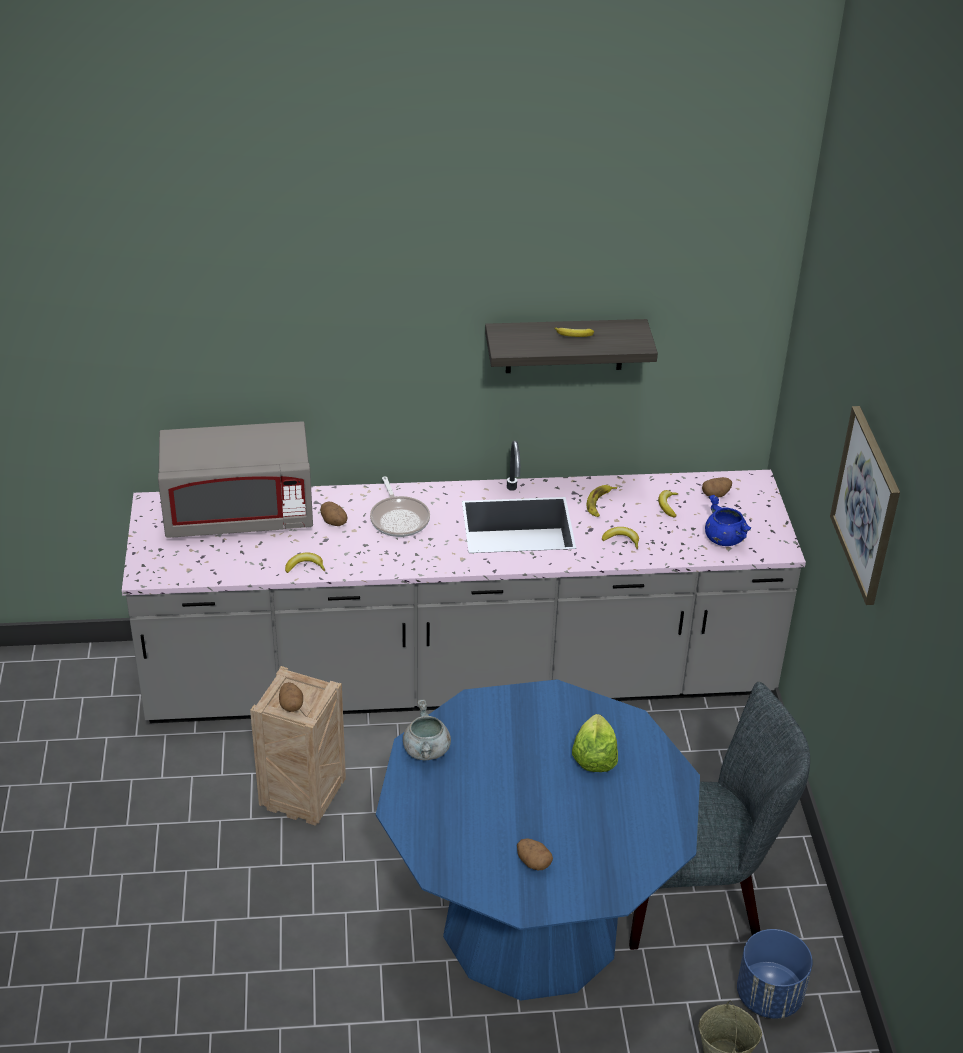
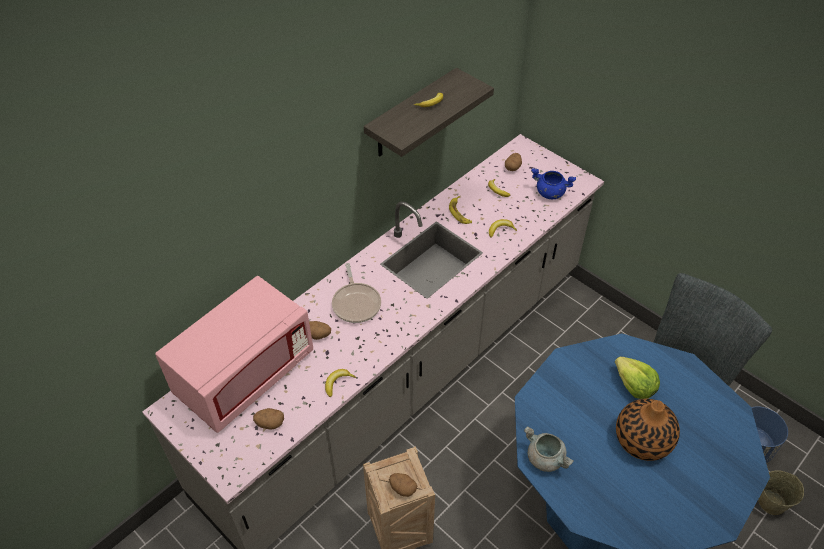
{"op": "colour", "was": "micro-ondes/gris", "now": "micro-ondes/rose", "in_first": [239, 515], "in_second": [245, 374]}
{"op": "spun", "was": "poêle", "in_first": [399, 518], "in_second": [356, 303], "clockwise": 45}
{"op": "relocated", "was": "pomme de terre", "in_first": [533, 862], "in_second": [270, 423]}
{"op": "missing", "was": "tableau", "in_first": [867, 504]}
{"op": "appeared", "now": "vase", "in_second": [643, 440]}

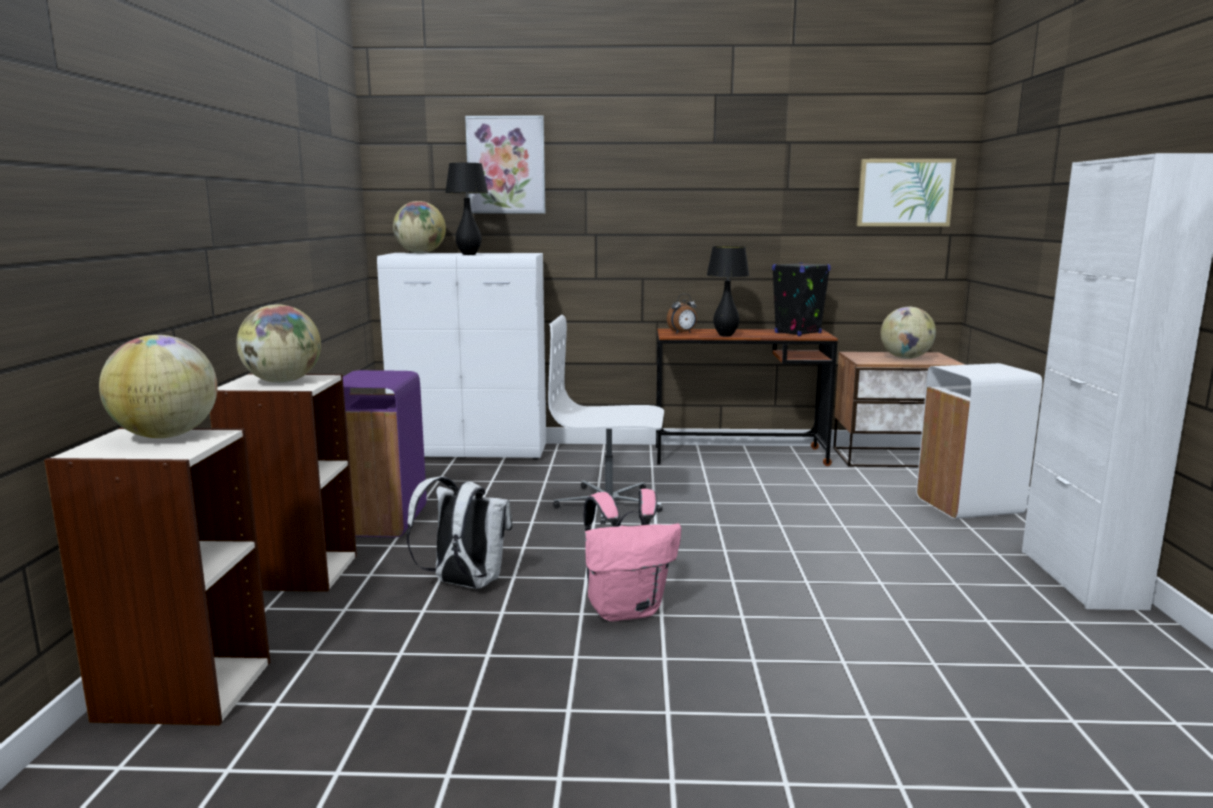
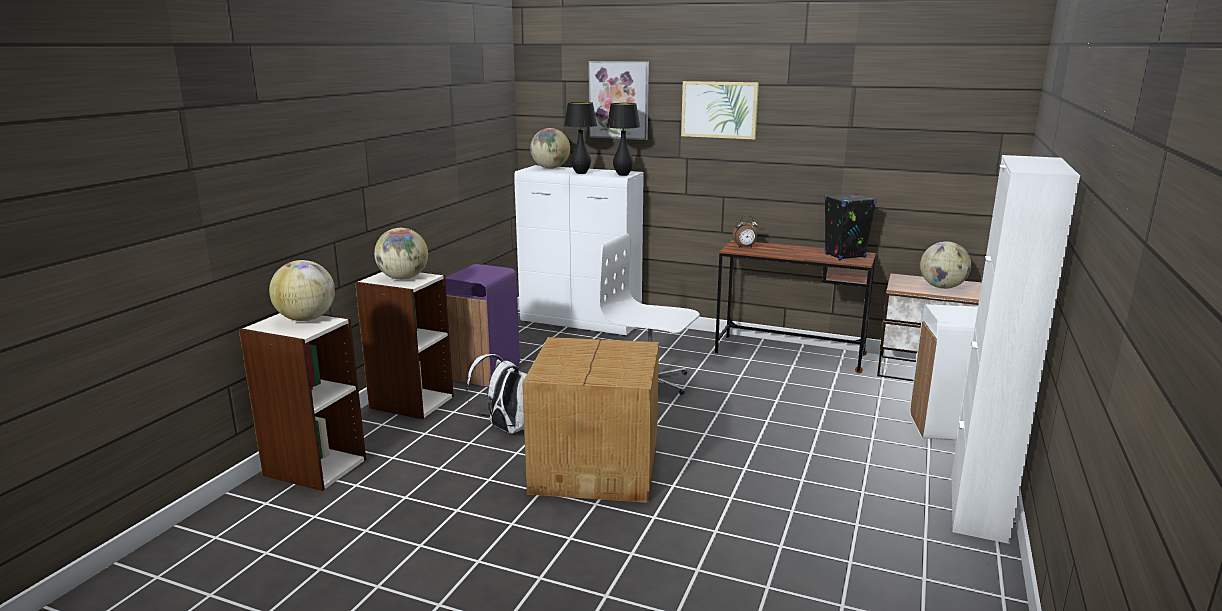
{"op": "exchanged", "was": "sac à dos/rose", "now": "carton", "in_first": [626, 610], "in_second": [597, 466]}
{"op": "relocated", "was": "lampe de table/noir", "in_first": [725, 335], "in_second": [623, 175]}
{"op": "relocated", "was": "tableau", "in_first": [904, 193], "in_second": [719, 109]}

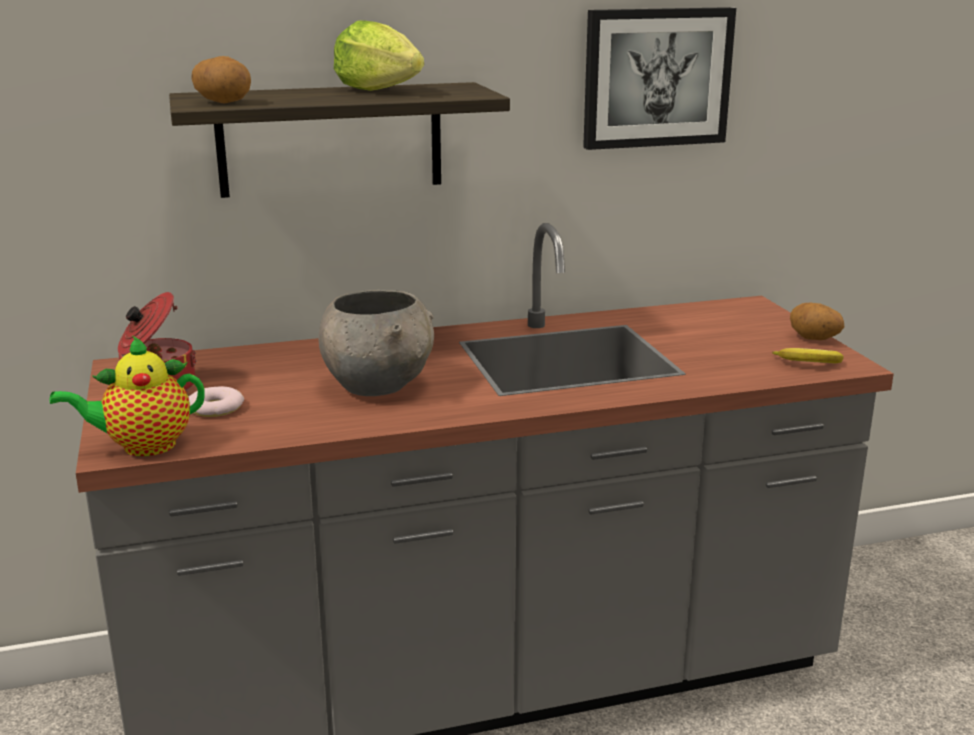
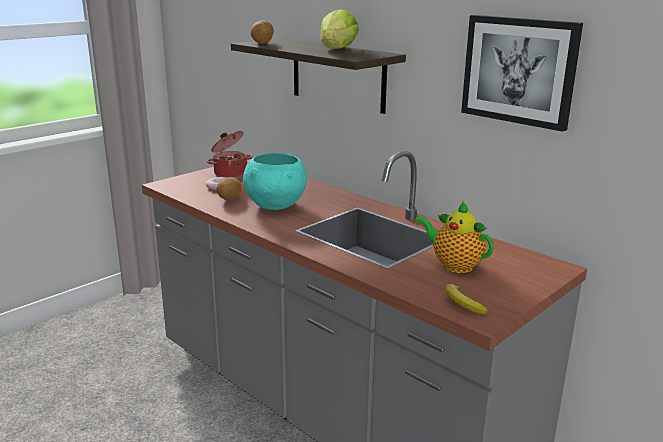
{"op": "relocated", "was": "théière", "in_first": [143, 446], "in_second": [453, 265]}
{"op": "colour", "was": "bol/gris", "now": "bol/turquoise", "in_first": [378, 386], "in_second": [276, 205]}
{"op": "relocated", "was": "pomme de terre", "in_first": [813, 339], "in_second": [229, 199]}

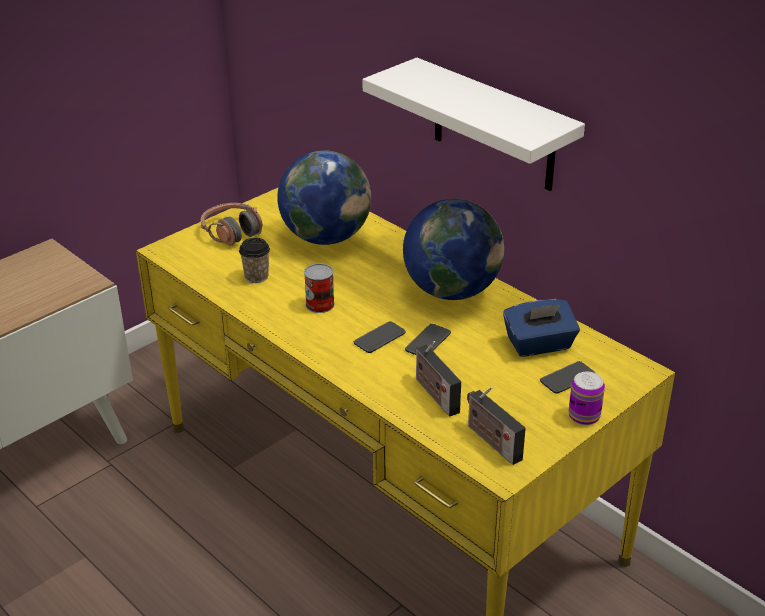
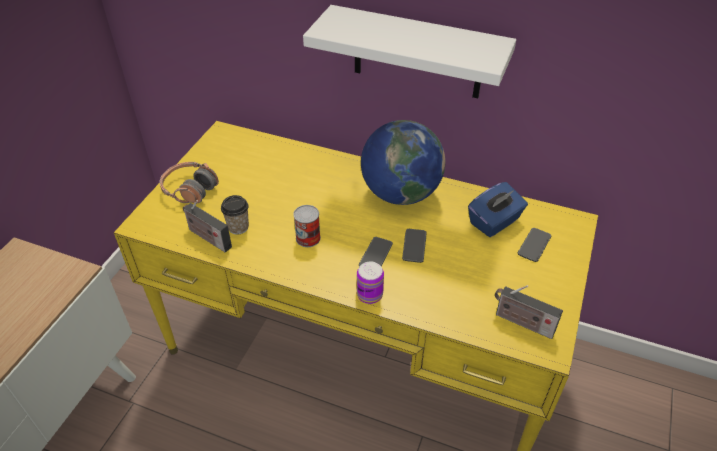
{"op": "missing", "was": "globe", "in_first": [326, 237]}
{"op": "relocated", "was": "radio", "in_first": [434, 394], "in_second": [207, 237]}
{"op": "relocated", "was": "boîte métallique", "in_first": [584, 416], "in_second": [369, 294]}

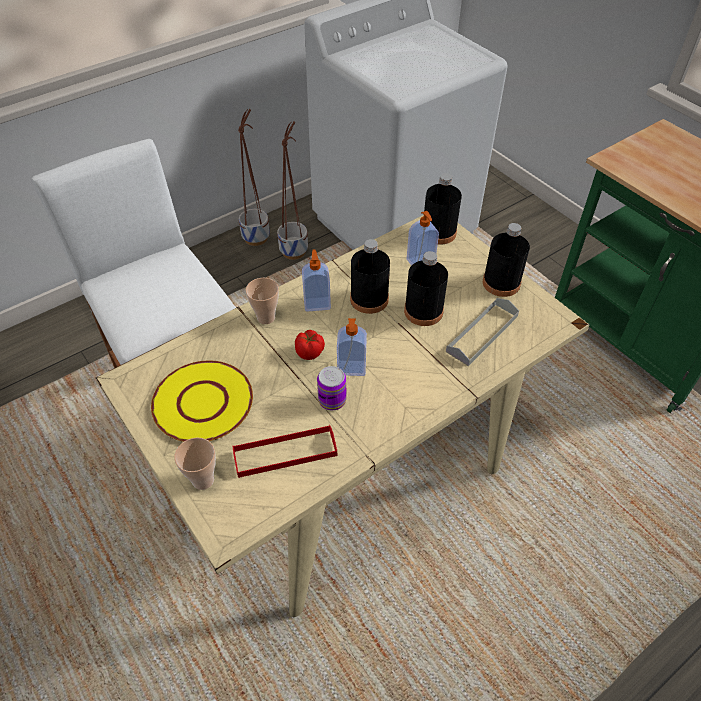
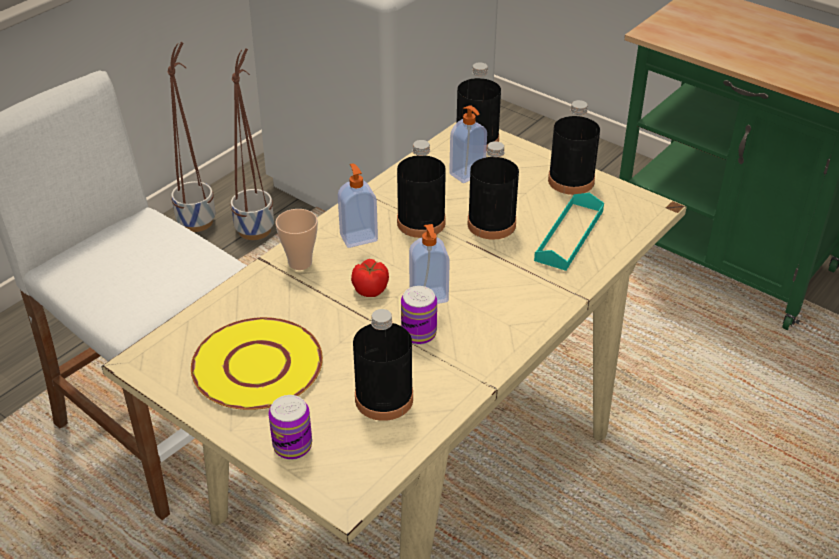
{"op": "exchanged", "was": "tasse", "now": "boîte métallique", "in_first": [203, 480], "in_second": [292, 446]}
{"op": "exchanged", "was": "plateau/rouge", "now": "bouteille/noir", "in_first": [285, 453], "in_second": [384, 398]}
{"op": "colour", "was": "plateau/gris", "now": "plateau/turquoise", "in_first": [482, 334], "in_second": [569, 235]}

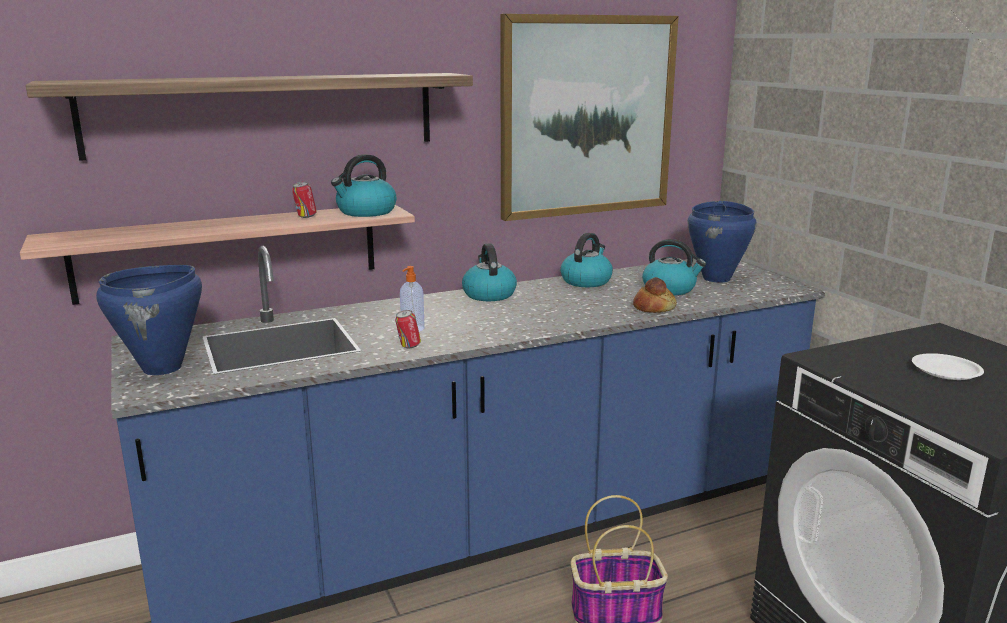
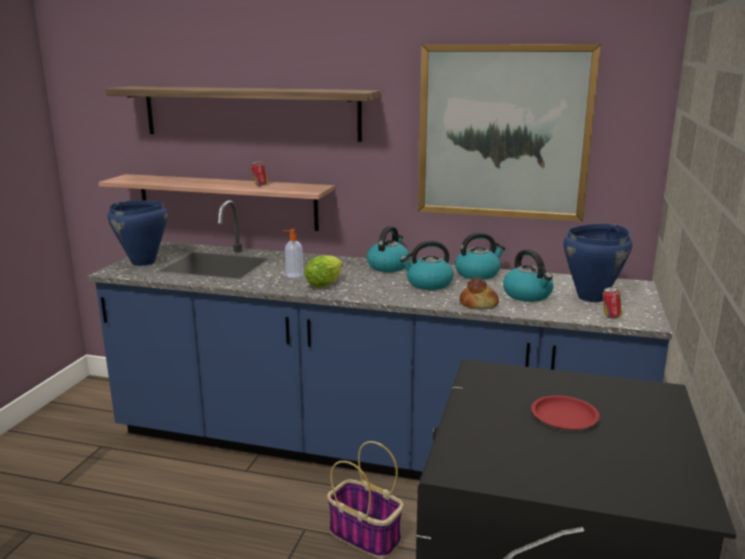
{"op": "relocated", "was": "bouilloire", "in_first": [366, 212], "in_second": [428, 284]}
{"op": "relocated", "was": "boîte métallique", "in_first": [408, 346], "in_second": [610, 317]}
{"op": "colour", "was": "assiette/blanc", "now": "assiette/rouge", "in_first": [945, 371], "in_second": [564, 417]}
{"op": "appeared", "now": "laitue", "in_second": [326, 283]}

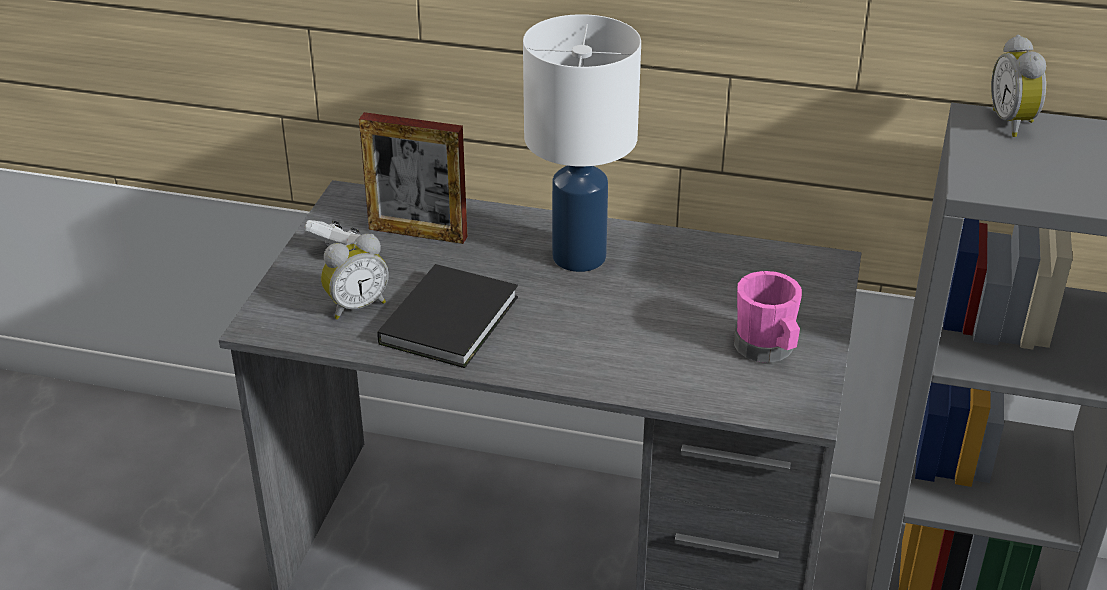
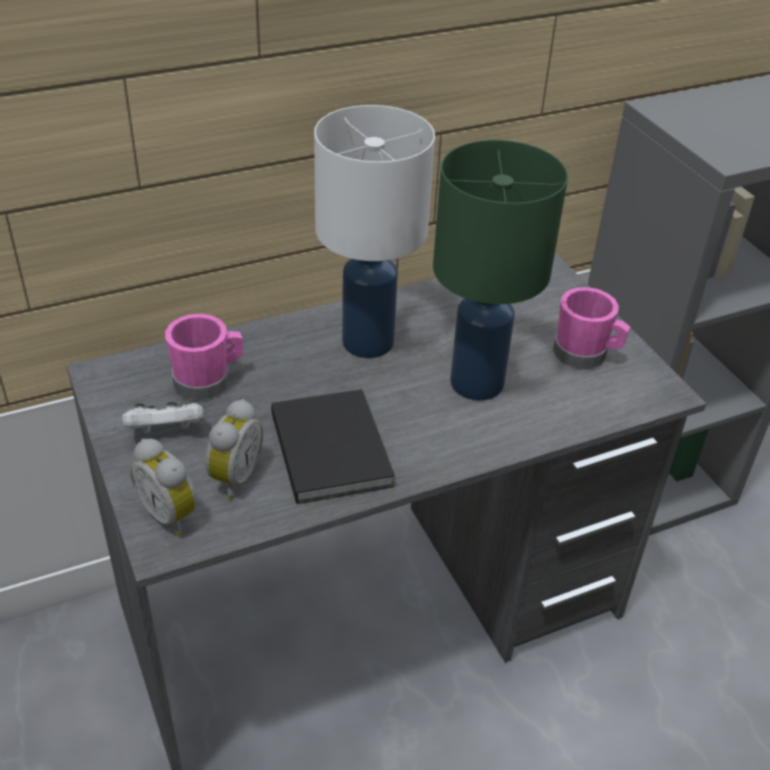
{"op": "exchanged", "was": "cadre photo", "now": "mug/rose", "in_first": [418, 233], "in_second": [208, 381]}
{"op": "relocated", "was": "réveil", "in_first": [1014, 123], "in_second": [172, 514]}
{"op": "appeared", "now": "lampe de table/vert", "in_second": [475, 383]}

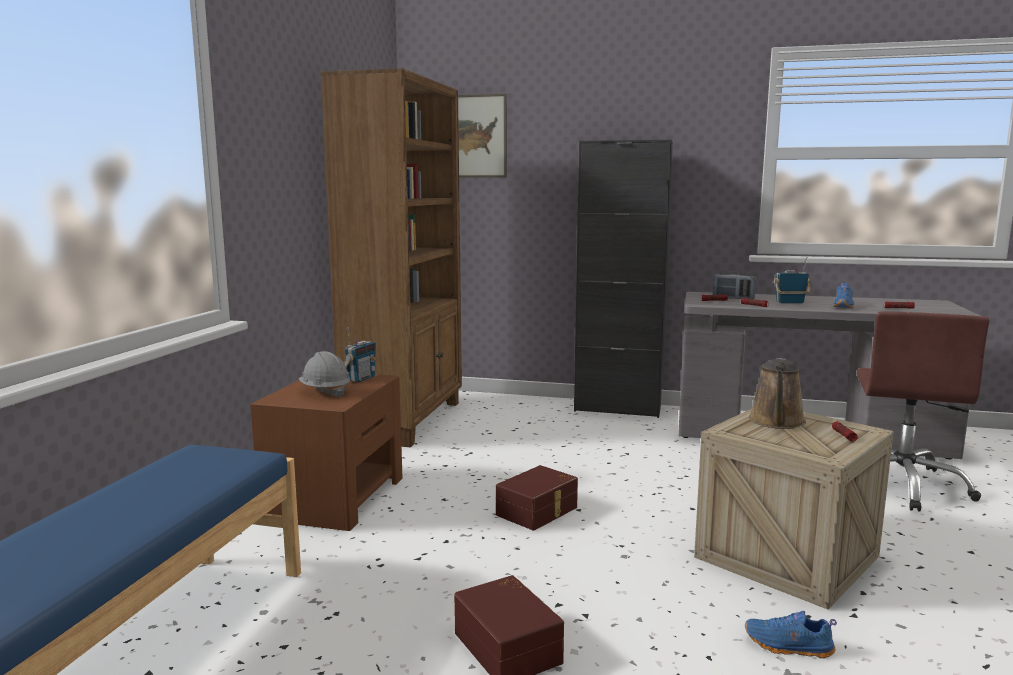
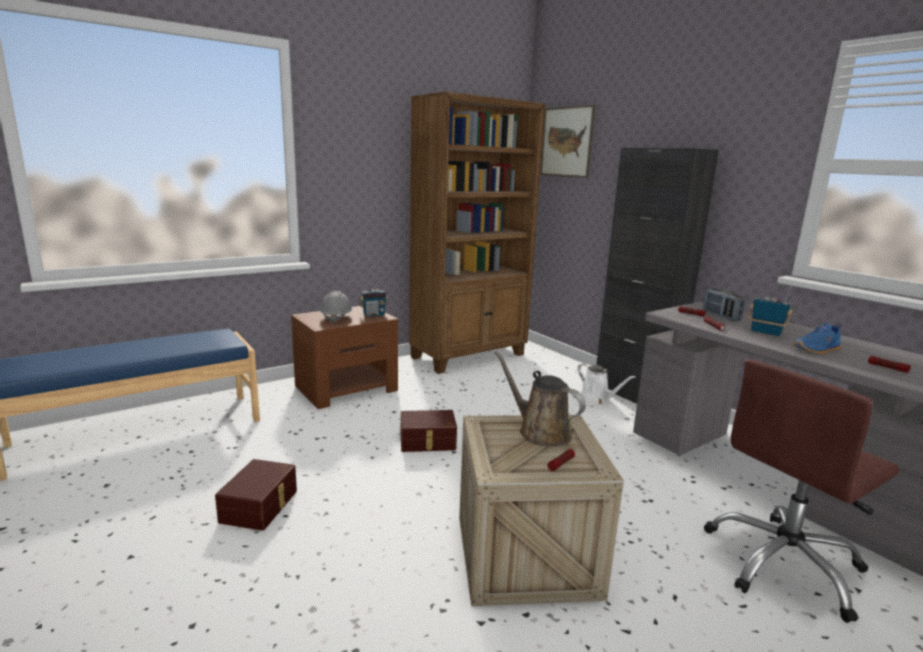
{"op": "missing", "was": "chaussure/bleu", "in_first": [788, 647]}
{"op": "spun", "was": "arrosoir/marron", "in_first": [776, 422], "in_second": [540, 432], "clockwise": 75}
{"op": "appeared", "now": "arrosoir/blanc", "in_second": [596, 399]}

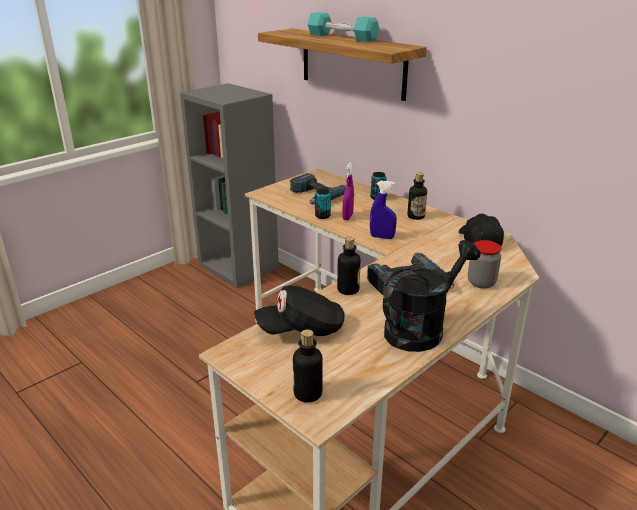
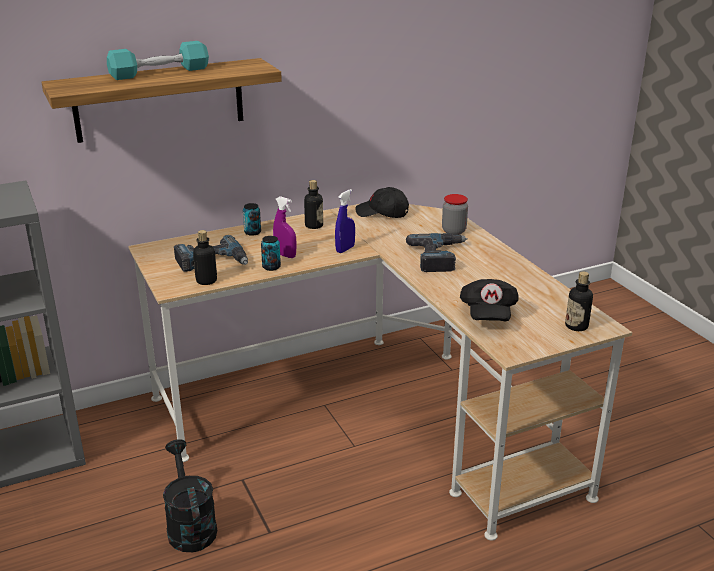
{"op": "relocated", "was": "bouteille", "in_first": [348, 290], "in_second": [206, 281]}
{"op": "relocated", "was": "arrosoir/noir", "in_first": [421, 328], "in_second": [190, 525]}

